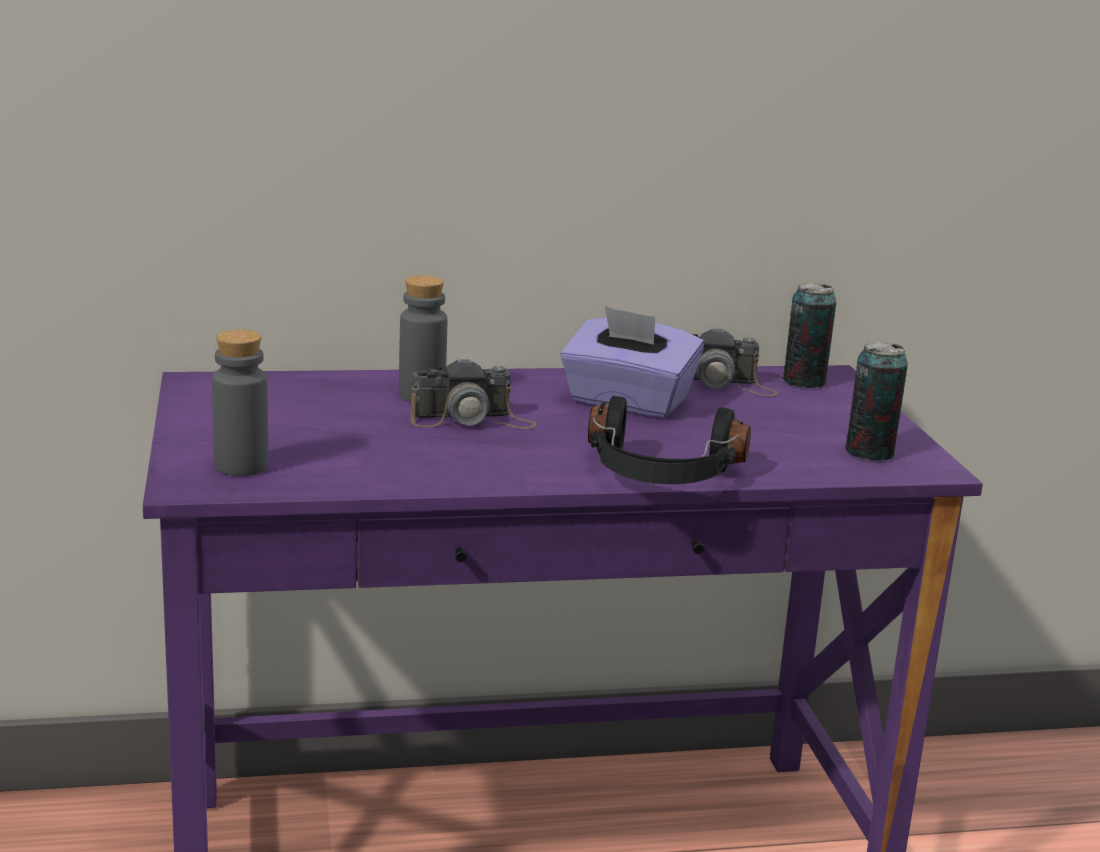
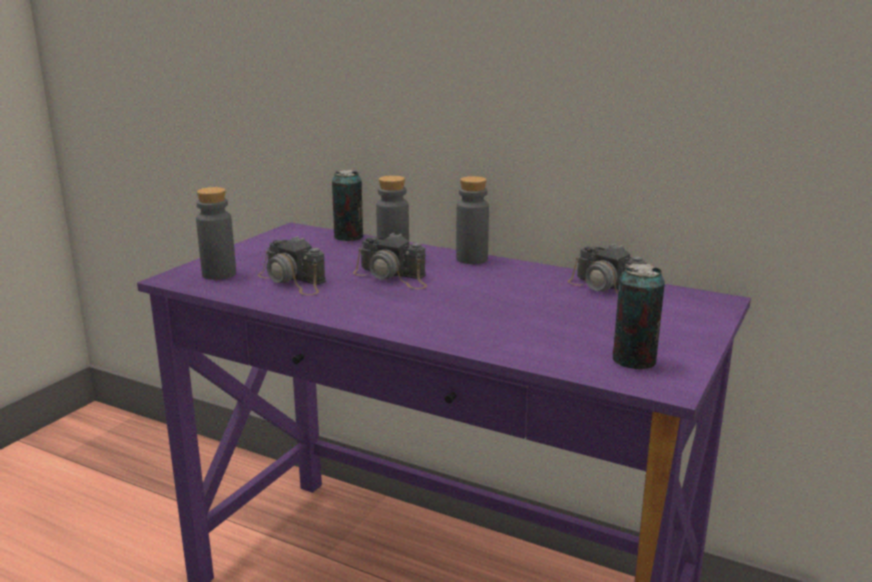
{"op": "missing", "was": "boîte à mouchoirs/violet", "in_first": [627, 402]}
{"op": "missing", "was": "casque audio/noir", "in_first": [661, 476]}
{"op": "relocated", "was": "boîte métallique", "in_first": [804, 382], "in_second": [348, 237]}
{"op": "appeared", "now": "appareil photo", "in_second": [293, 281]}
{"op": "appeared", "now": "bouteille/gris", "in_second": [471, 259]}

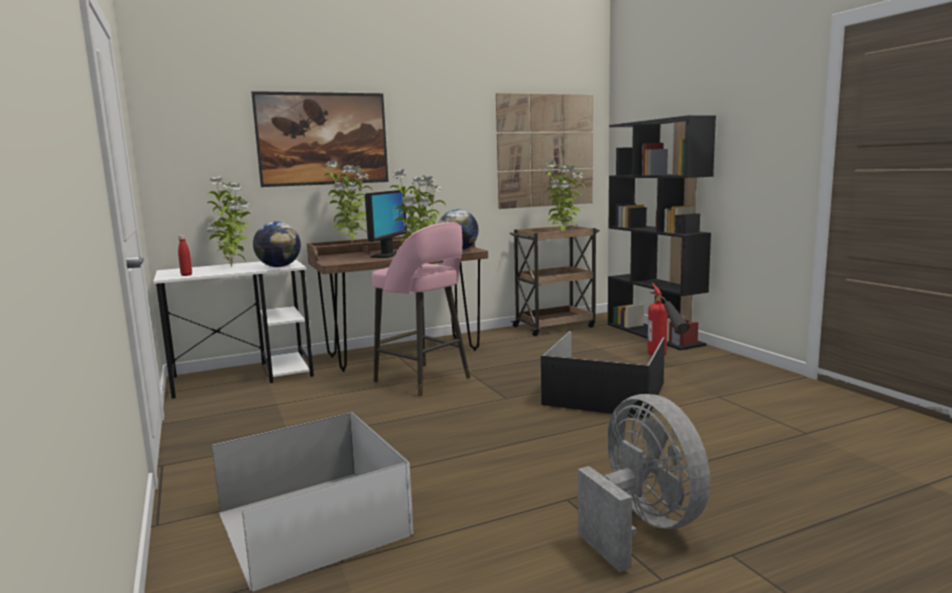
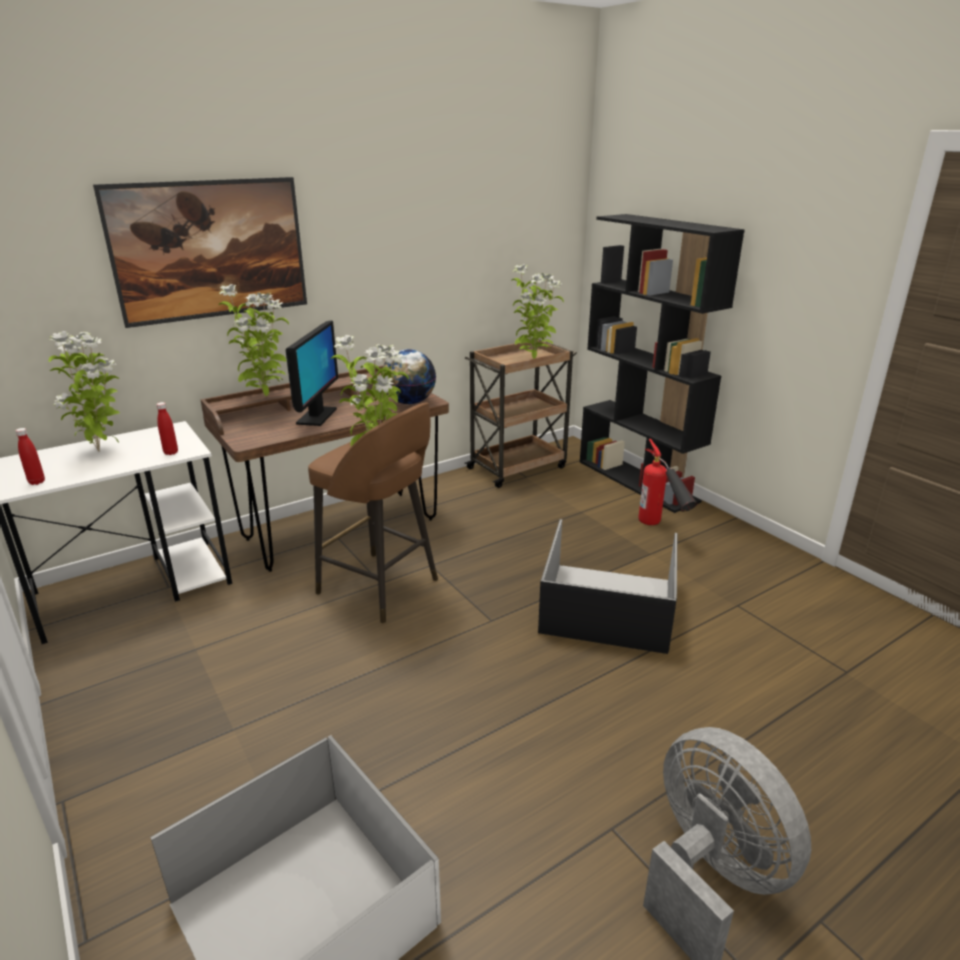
{"op": "exchanged", "was": "globe", "now": "bouteille/rouge", "in_first": [279, 267], "in_second": [171, 452]}
{"op": "colour", "was": "tabouret/rose", "now": "tabouret/marron", "in_first": [424, 381], "in_second": [380, 588]}
{"op": "missing", "was": "tableau", "in_first": [545, 151]}

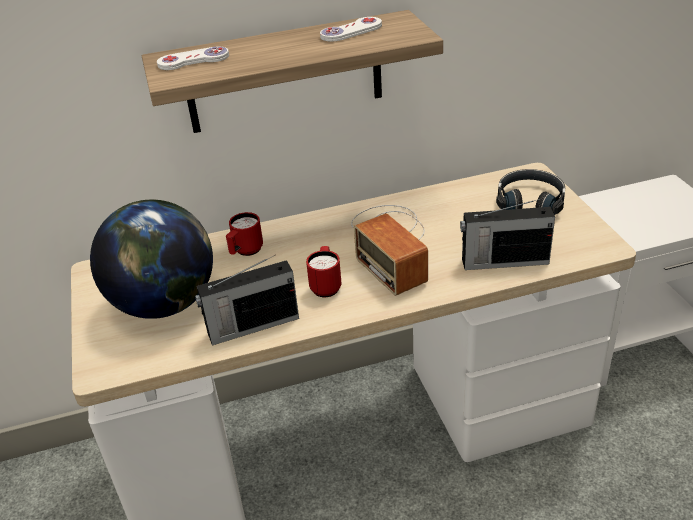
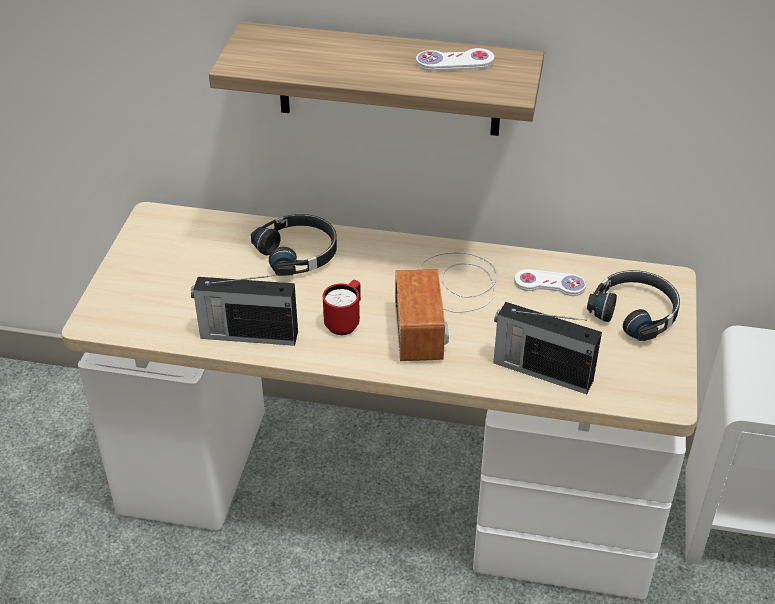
{"op": "missing", "was": "globe", "in_first": [165, 303]}
{"op": "relocated", "was": "manette/blanc", "in_first": [193, 60], "in_second": [549, 284]}
{"op": "exchanged", "was": "mug/rouge", "now": "casque audio/noir", "in_first": [245, 252], "in_second": [298, 253]}

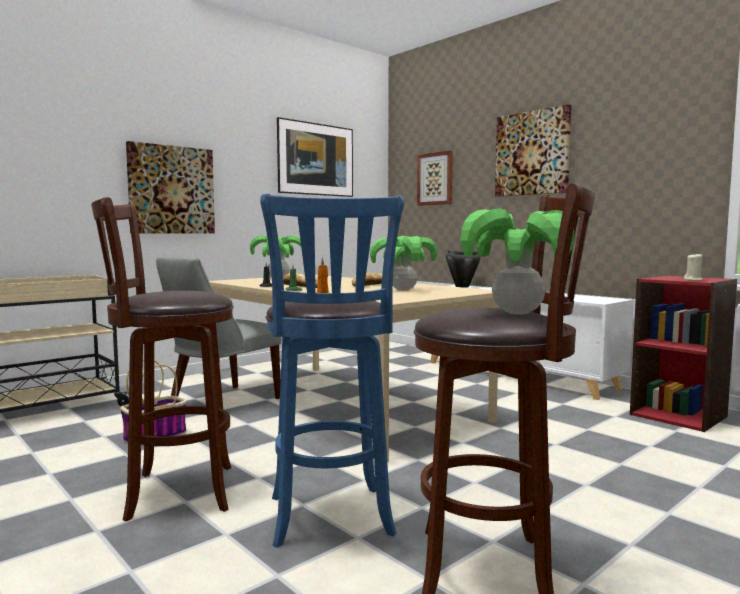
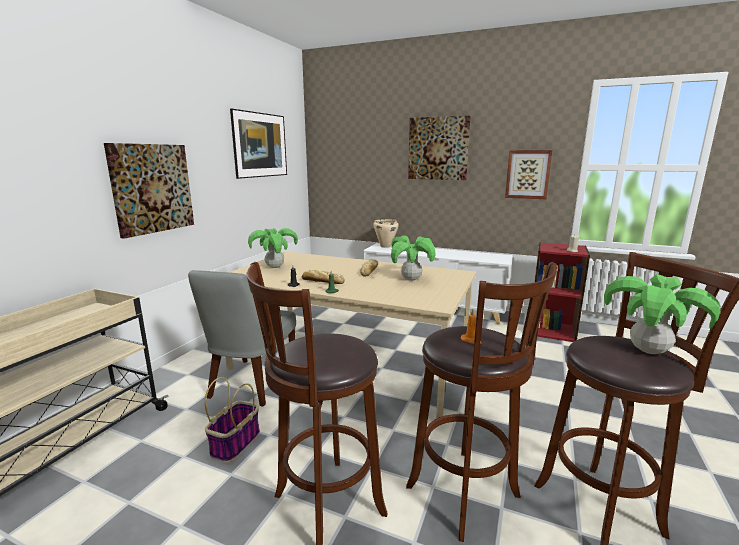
{"op": "colour", "was": "tabouret/bleu", "now": "tabouret/marron", "in_first": [331, 519], "in_second": [467, 495]}
{"op": "relocated", "was": "tableau", "in_first": [435, 179], "in_second": [528, 174]}
{"op": "colour", "was": "marmite/noir", "now": "marmite/beige", "in_first": [462, 286], "in_second": [385, 246]}

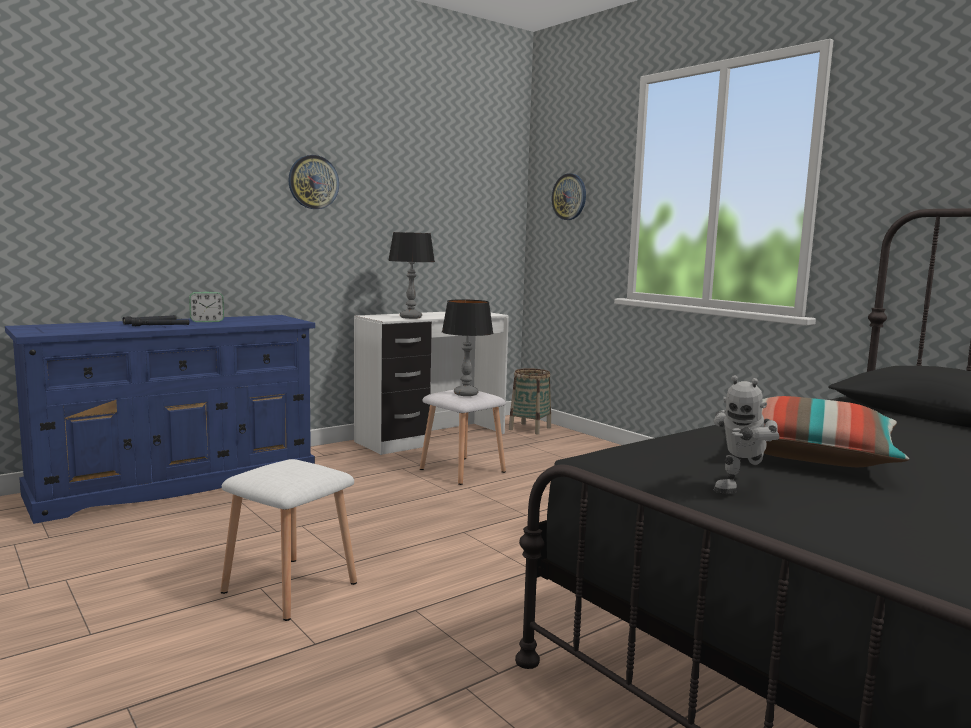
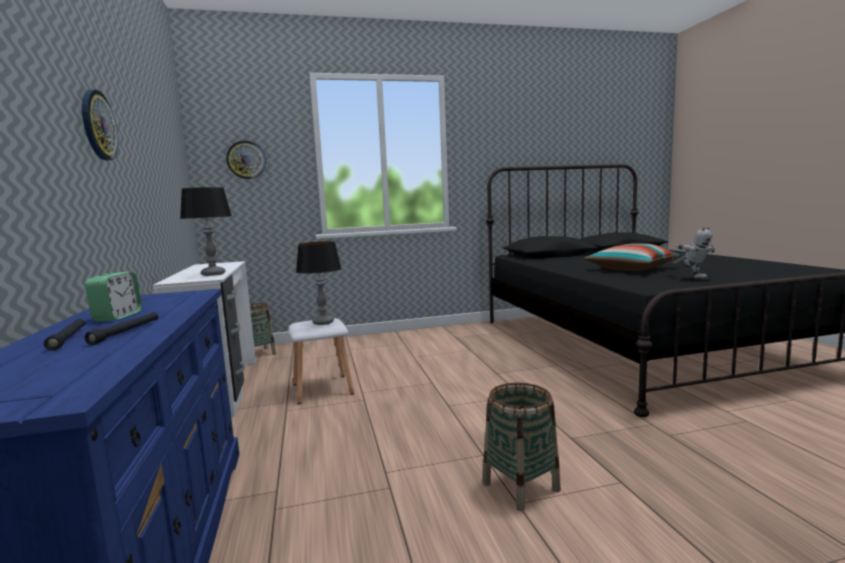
{"op": "exchanged", "was": "tabouret/blanc", "now": "panier", "in_first": [290, 586], "in_second": [520, 486]}

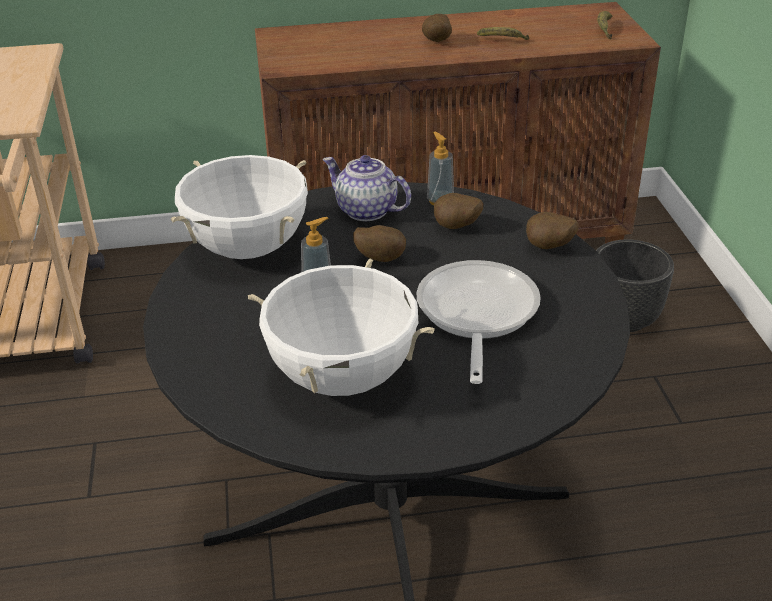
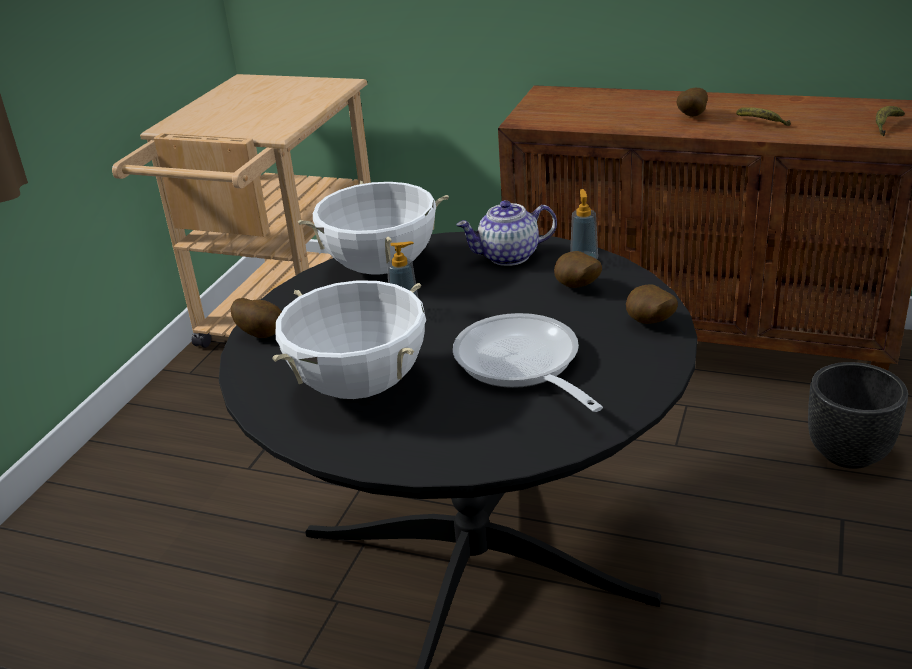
{"op": "spun", "was": "théière", "in_first": [365, 210], "in_second": [508, 257], "clockwise": -75}
{"op": "relocated", "was": "pomme de terre", "in_first": [380, 258], "in_second": [262, 334]}
{"op": "spun", "was": "poêle", "in_first": [476, 315], "in_second": [521, 365], "clockwise": -60}

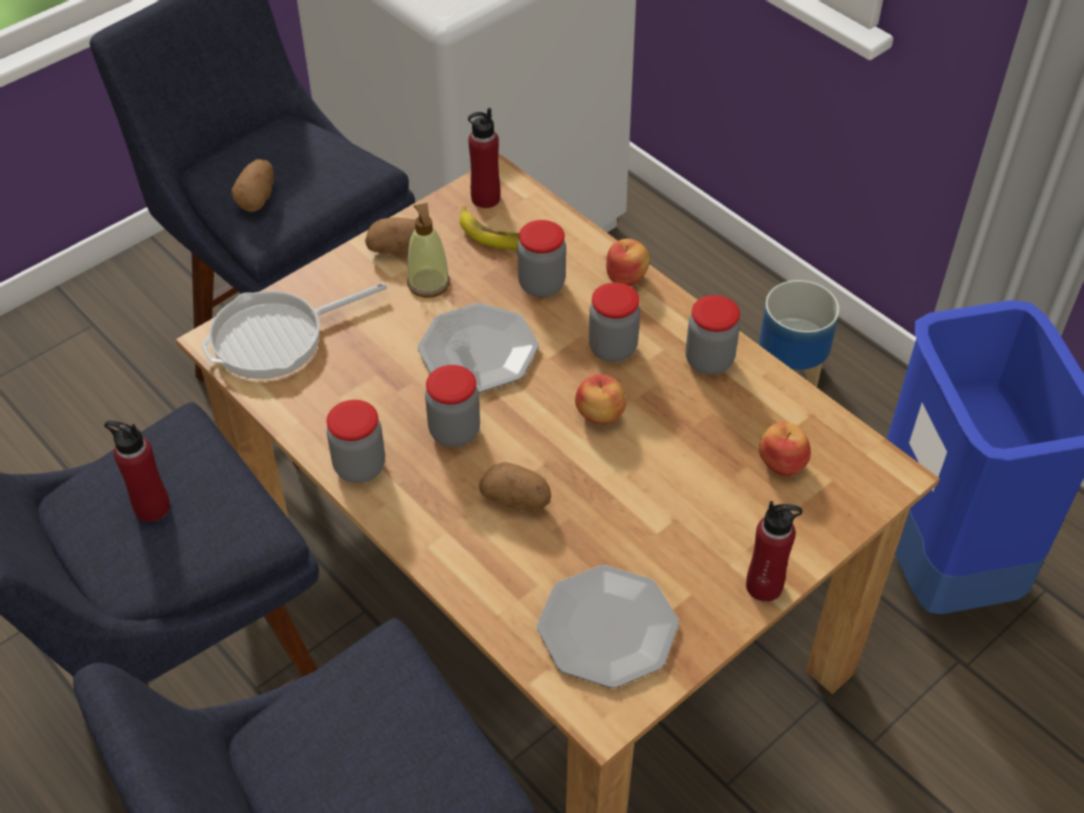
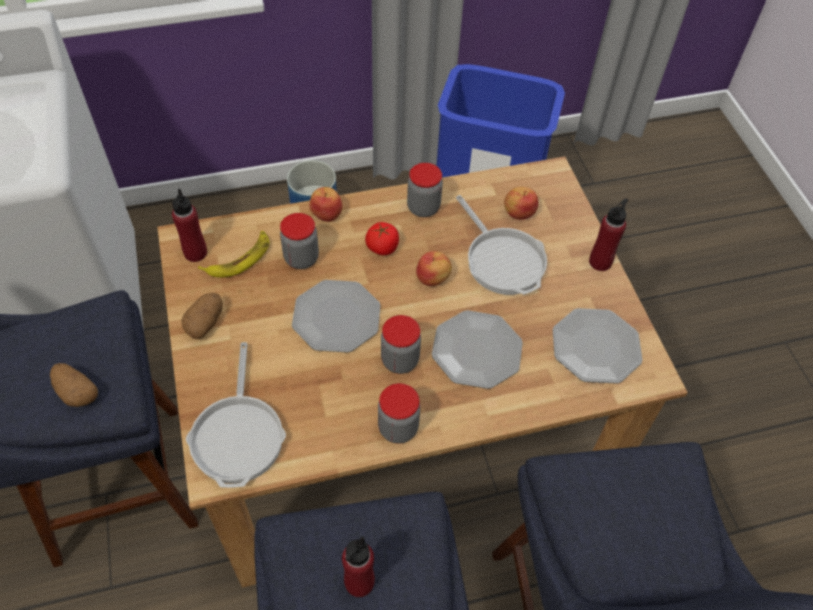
{"op": "missing", "was": "distributeur de savon", "in_first": [428, 284]}
{"op": "exchanged", "was": "pomme de terre", "now": "assiette", "in_first": [517, 500], "in_second": [476, 350]}
{"op": "exchanged", "was": "bocal", "now": "tomate", "in_first": [612, 348], "in_second": [382, 247]}
{"op": "appeared", "now": "poêle", "in_second": [502, 260]}

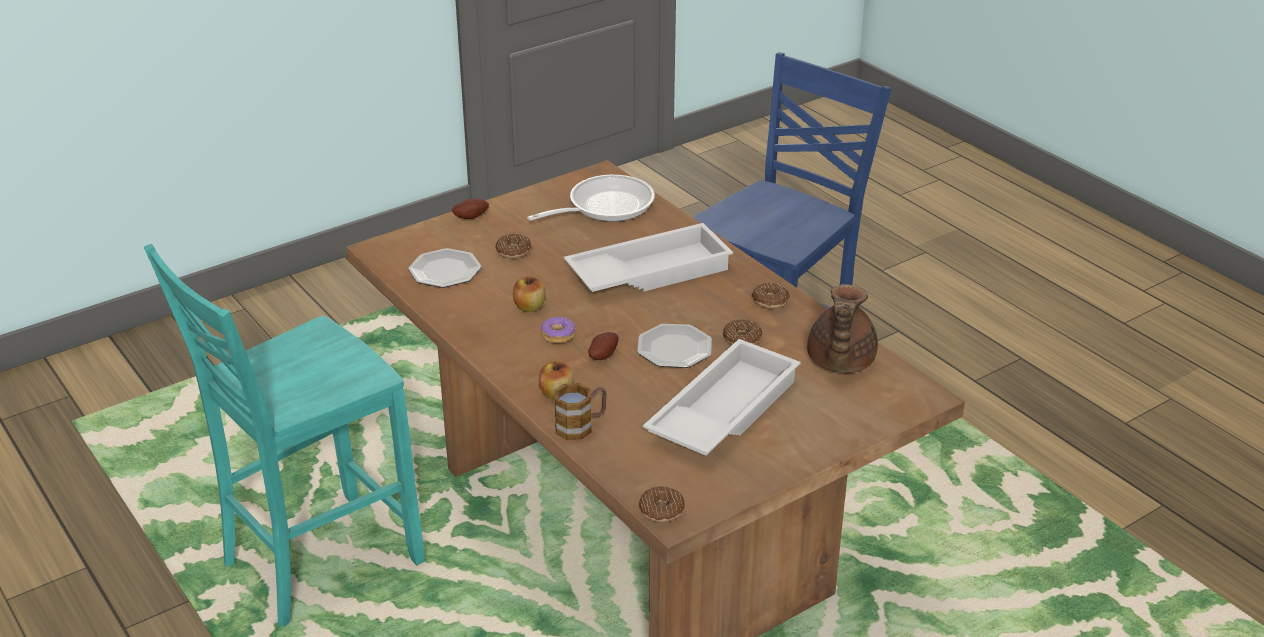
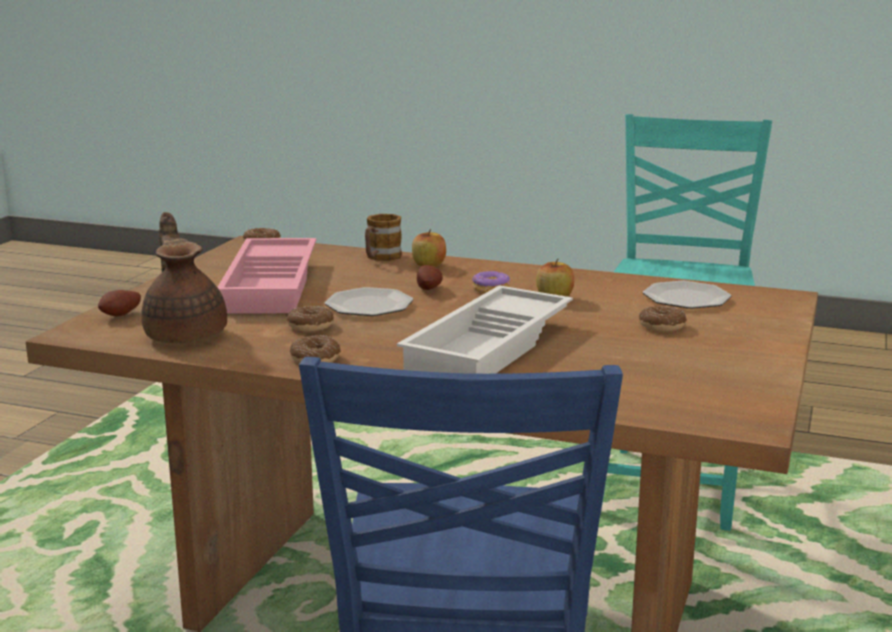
{"op": "relocated", "was": "pomme de terre", "in_first": [471, 216], "in_second": [122, 316]}
{"op": "missing", "was": "poêle", "in_first": [604, 207]}
{"op": "colour", "was": "plateau/blanc", "now": "plateau/rose", "in_first": [721, 410], "in_second": [273, 286]}

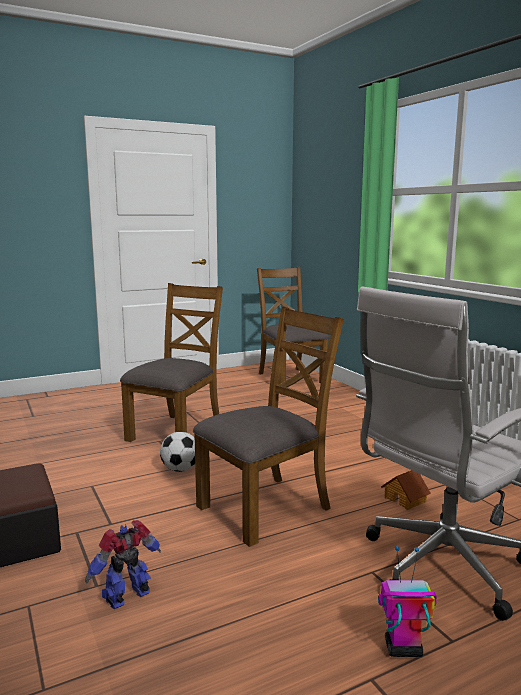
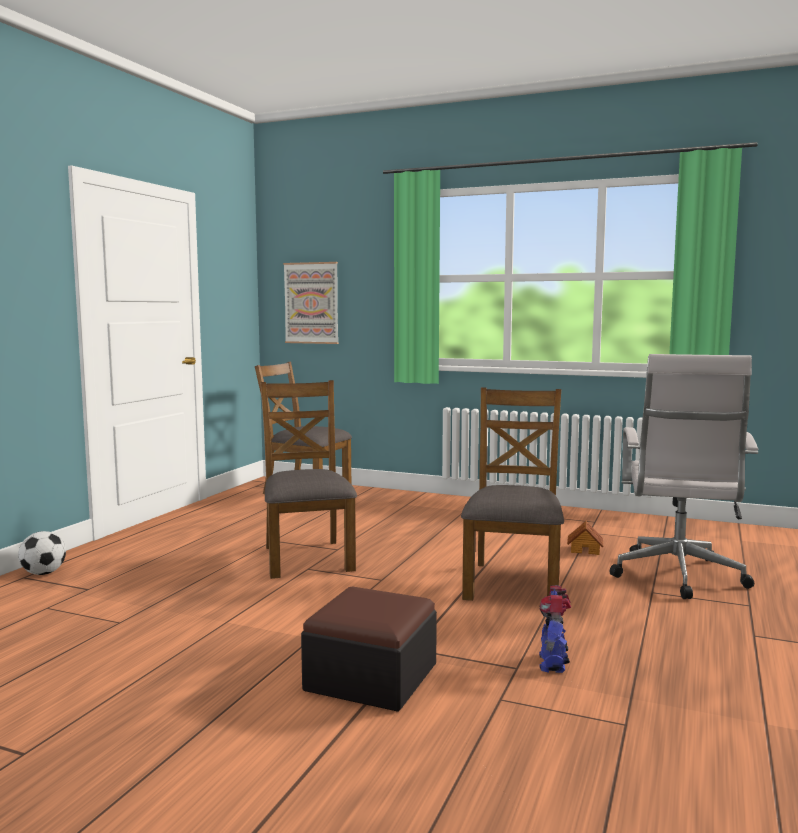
{"op": "relocated", "was": "ballon de foot", "in_first": [180, 469], "in_second": [43, 573]}
{"op": "missing", "was": "robot jouet", "in_first": [402, 649]}
{"op": "appeared", "now": "tableau", "in_second": [311, 303]}

